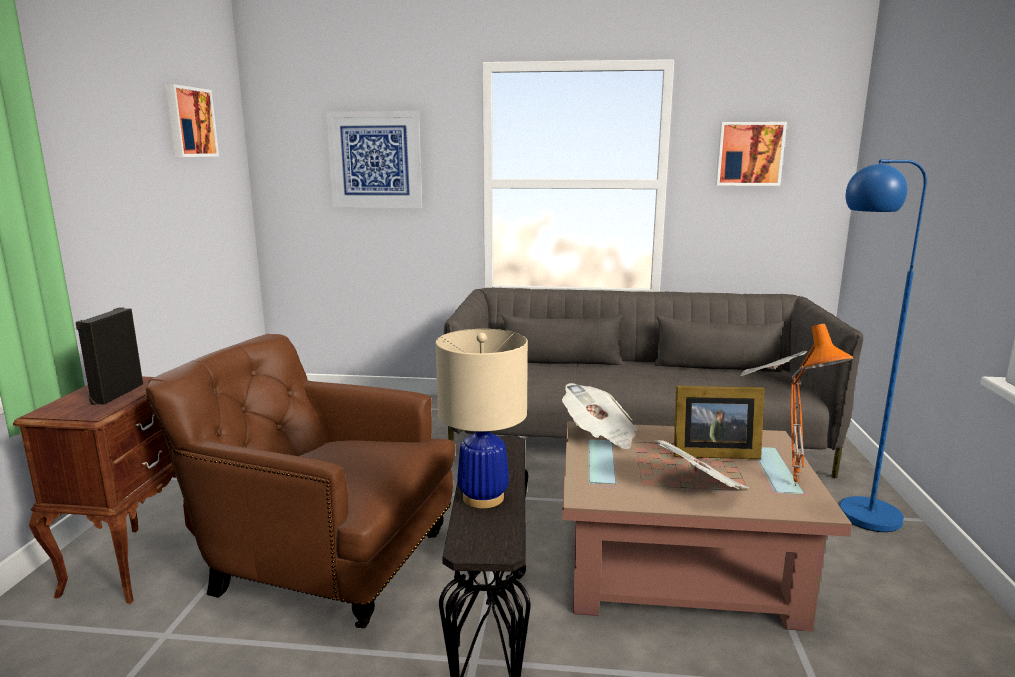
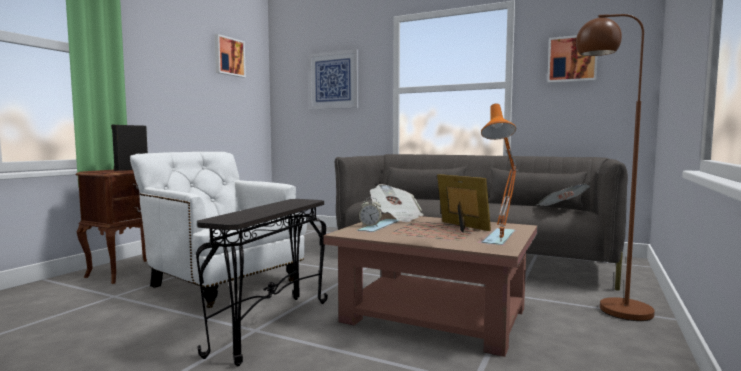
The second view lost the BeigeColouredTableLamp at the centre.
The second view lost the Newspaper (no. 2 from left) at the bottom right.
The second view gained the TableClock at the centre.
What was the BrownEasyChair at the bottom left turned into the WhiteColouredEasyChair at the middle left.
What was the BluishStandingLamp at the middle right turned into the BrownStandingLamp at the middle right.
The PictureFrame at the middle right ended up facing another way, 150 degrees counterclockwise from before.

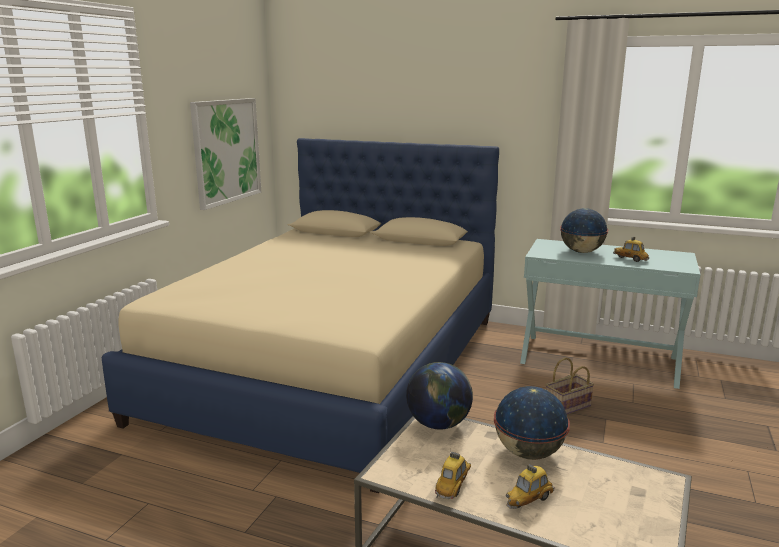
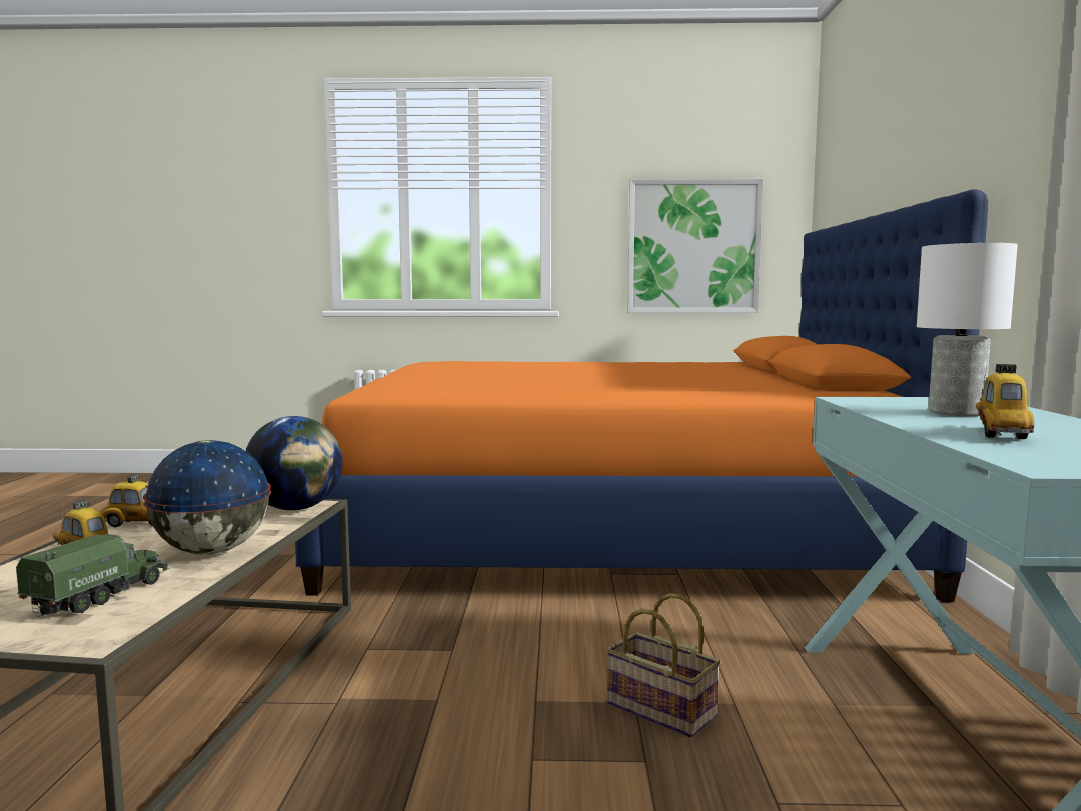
The second view gained the ModelTruck at the bottom left.
Where the DeskGlobe (no. 3 from left) stood at the middle right, the WhiteColouredTableLamp came to stand at the middle right.
What was the BeigeColouredBedroomBed at the centre turned into the OrangeyBedroomBed at the centre.

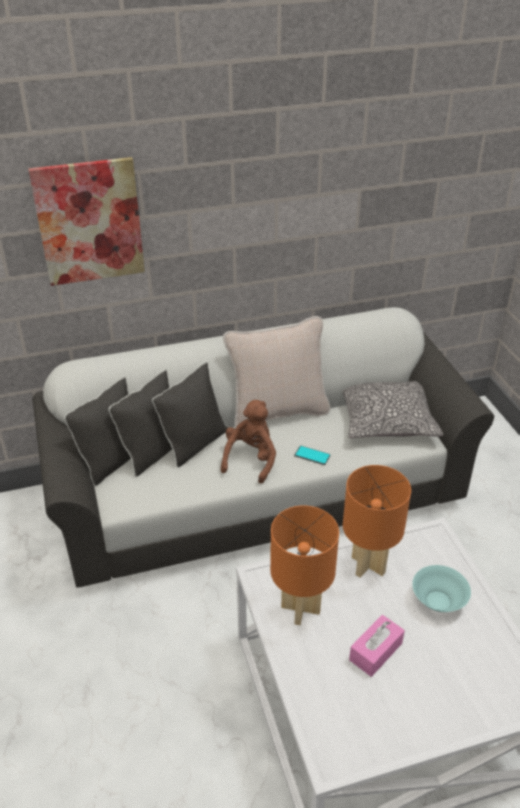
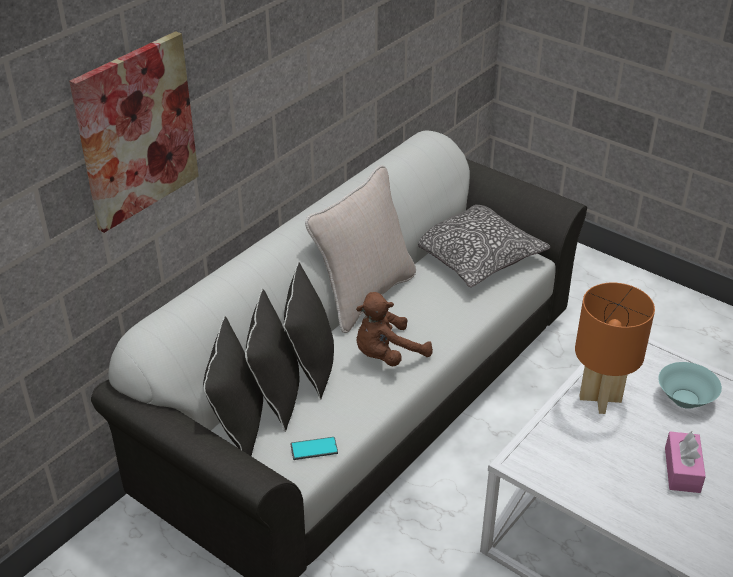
The second view lost the OrangeyTableLamp (no. 1 from left) at the bottom centre.
The Handset ended up elsewhere, having gone from the centre to the bottom centre.
The BrownSoftToy at the centre ended up facing another way, 105 degrees counterclockwise from before.

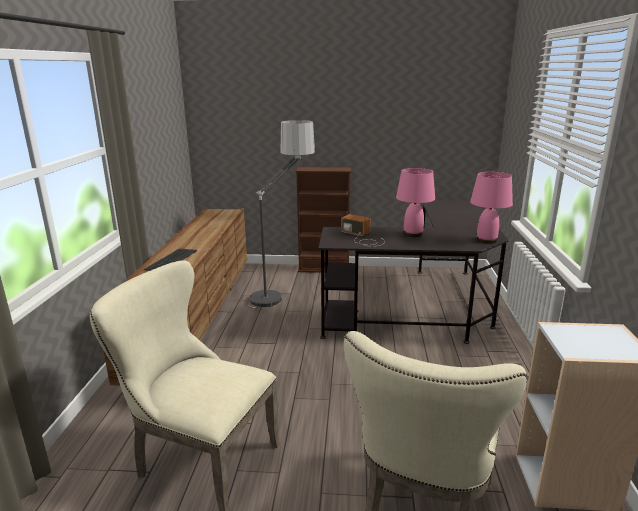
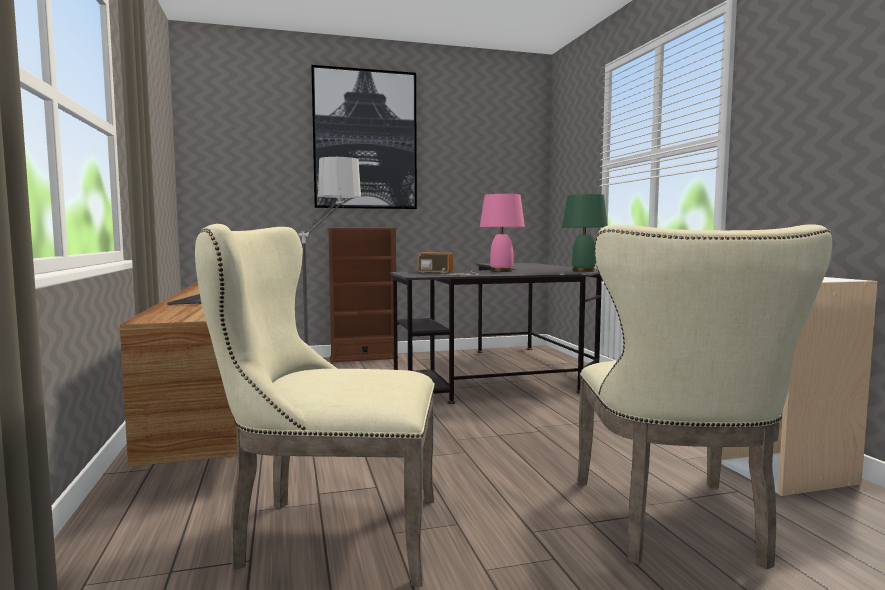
The second view gained the WallPicture at the top centre.
What was the PinkColouredTableLamp (no. 2 from left) at the middle right turned into the GreenTableLamp at the centre.

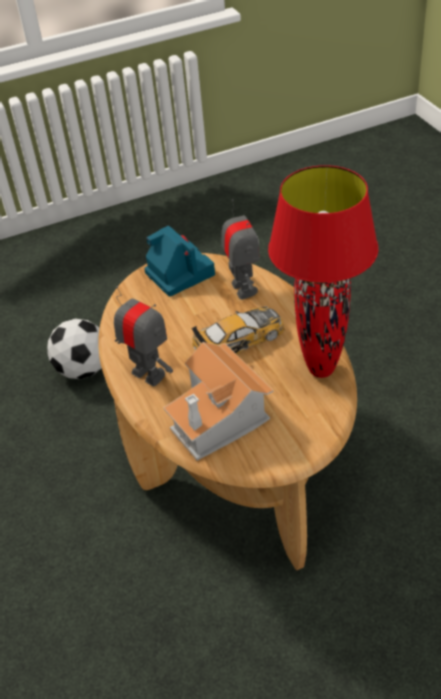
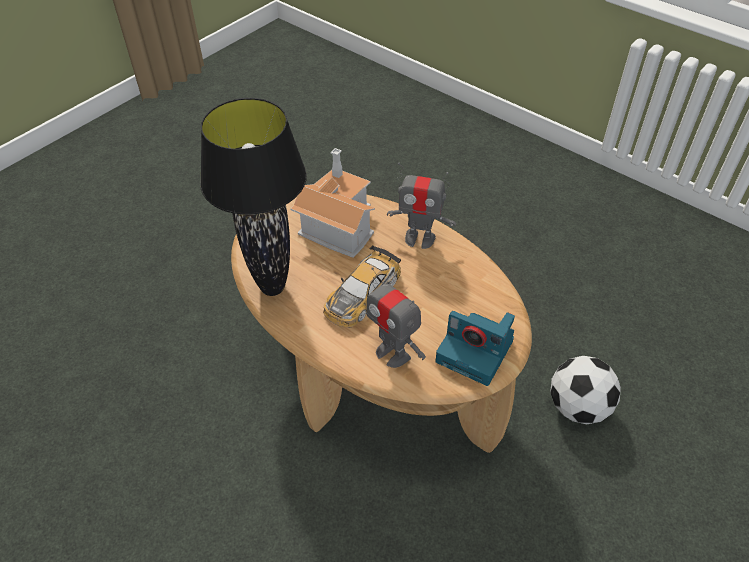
What was the RedColouredTableLamp at the middle right turned into the BlackColouredTableLamp at the centre.

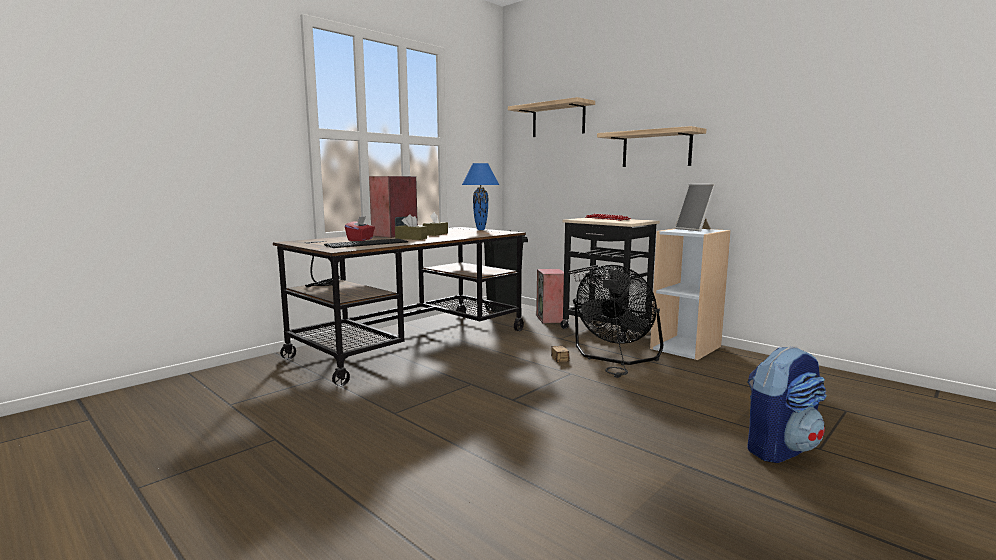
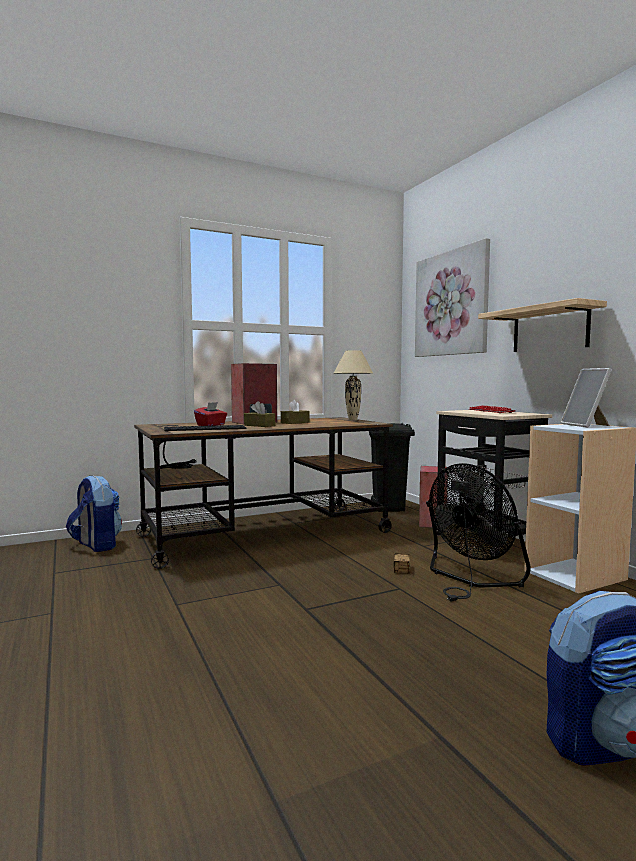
The second view gained the Rucksack (no. 1 from left) at the middle left.
Where the WallShelf (no. 1 from left) hung at the top centre, the WallPicture came to hang at the middle right.
What was the BluishTableLamp at the centre turned into the BeigeColouredTableLamp at the centre.

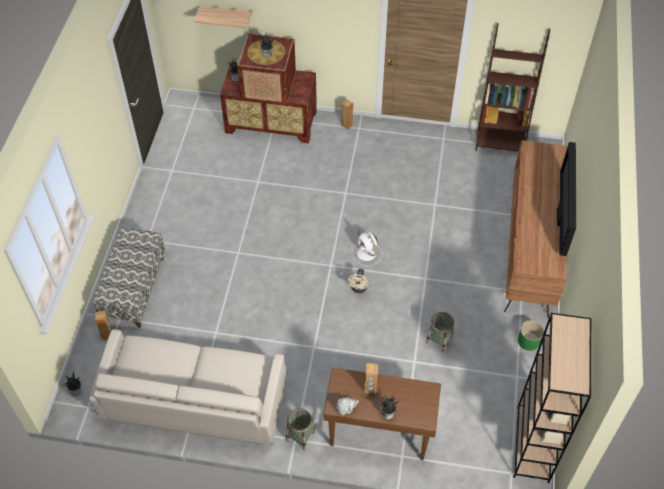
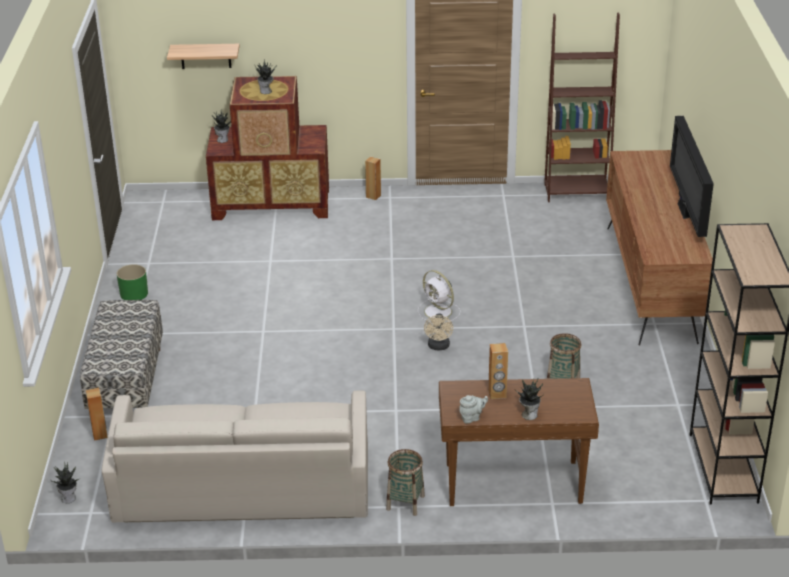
The GreenPlantPot ended up elsewhere, having gone from the bottom right to the middle left.

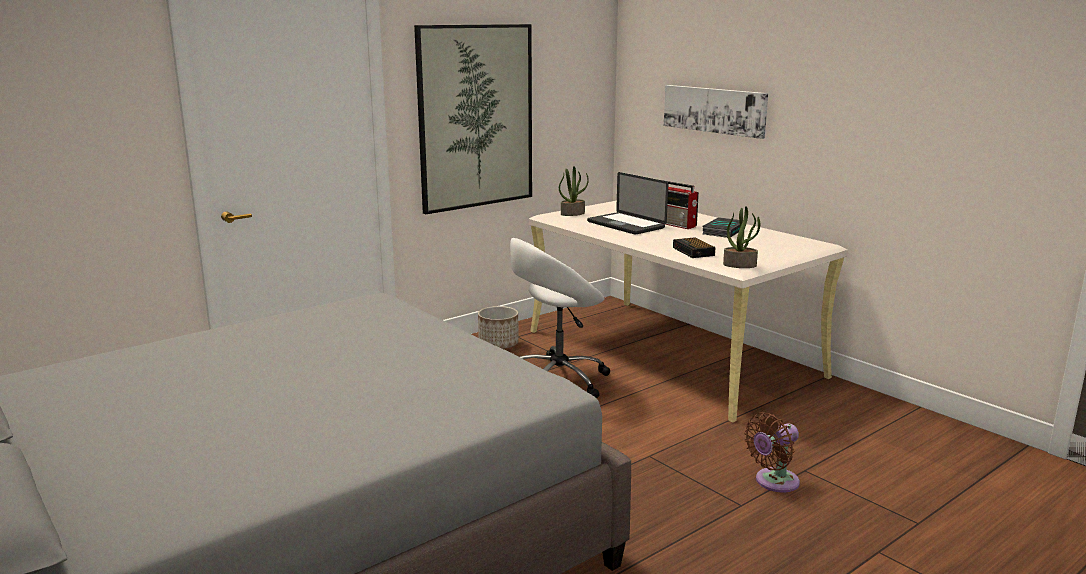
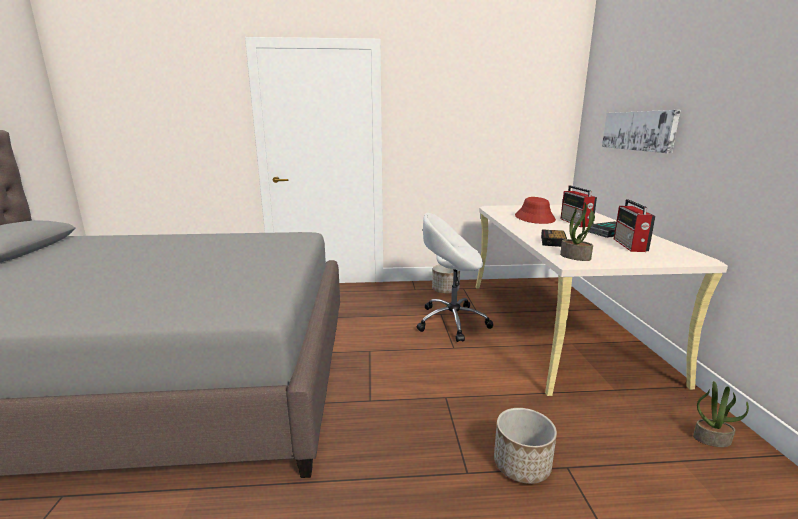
The second view lost the WallPicture (no. 1 from left) at the top centre.
The second view gained the RadioSet (no. 2 from left) at the middle right.
The PottedPlant (no. 1 from left in the first image) ended up elsewhere, having gone from the top centre to the bottom right.
Where the NotebookComputer stood at the centre, the RedColouredWearableHat came to stand at the middle right.
Where the BrownCoolingFan stood at the bottom right, the PlantPot (no. 2 from left) came to stand at the bottom centre.

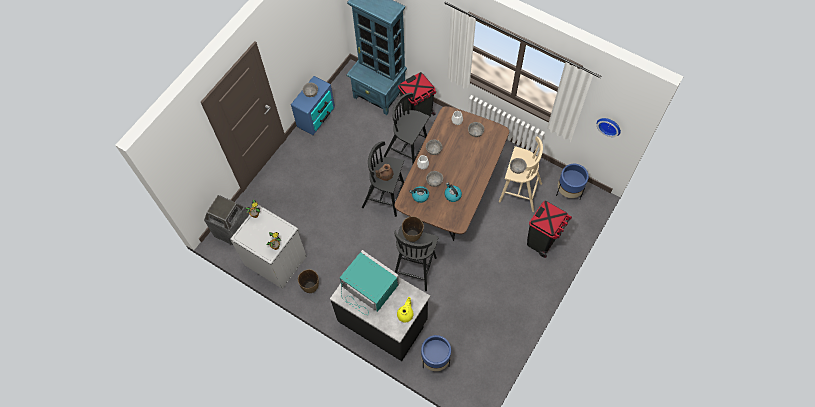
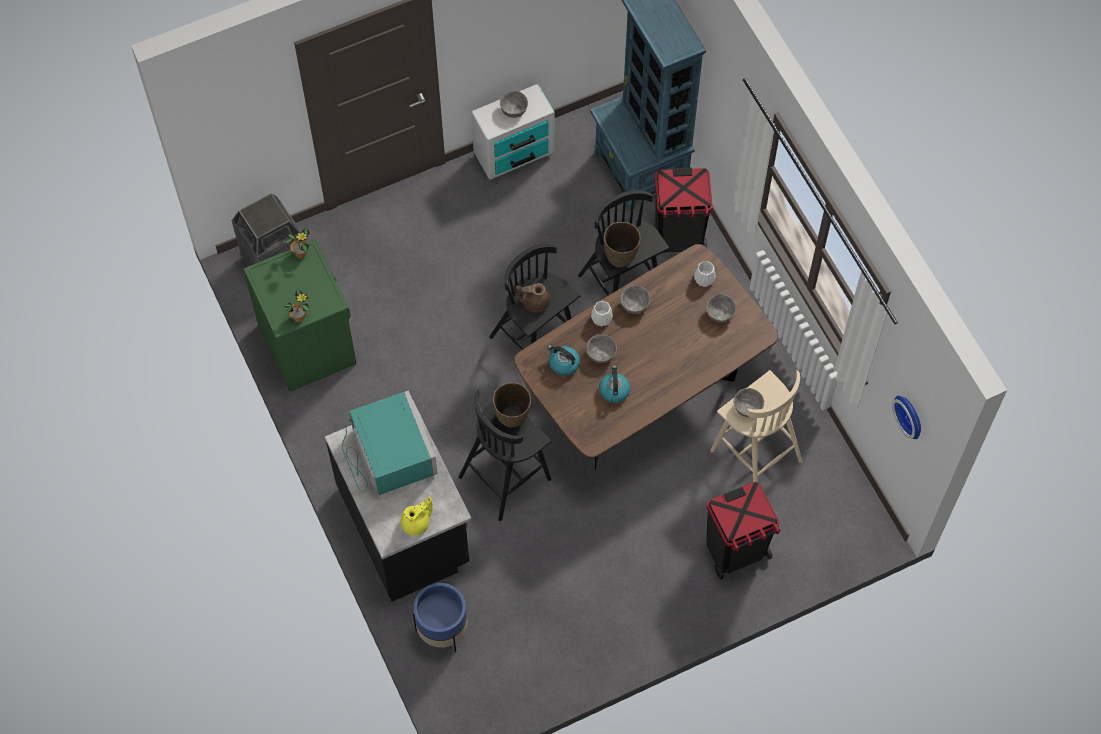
The second view lost the BluishPlantPot (no. 2 from left) at the middle right.
The BrownFlowerVase (no. 1 from left in the first image) ended up elsewhere, having gone from the bottom centre to the centre.
What was the WhiteColouredWashingMachine at the middle left turned into the GreenWashingMachine at the middle left.
What was the BluishBedsideTable at the top centre turned into the WhiteColouredBedsideTable at the top centre.

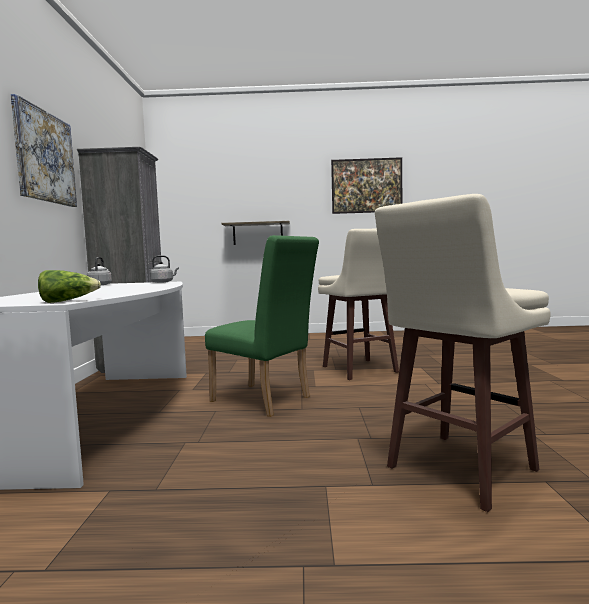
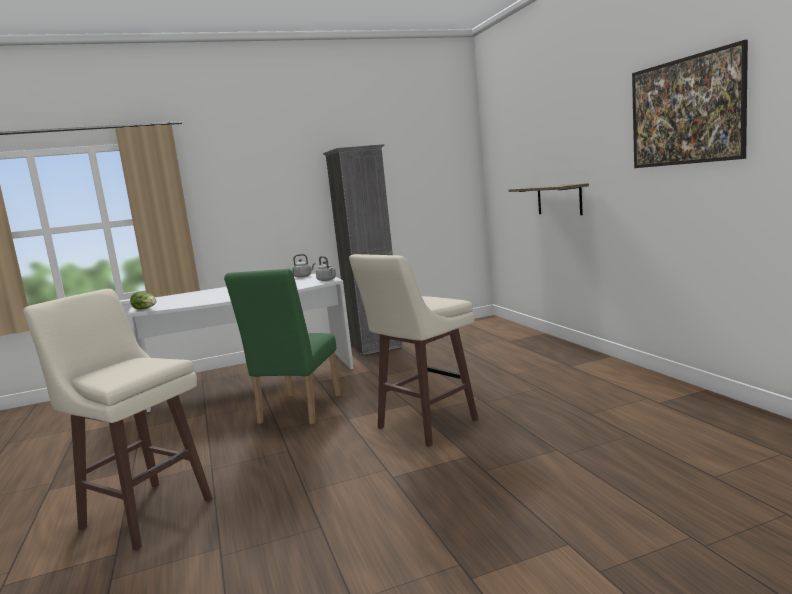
The second view lost the WallPicture (no. 1 from left) at the top left.

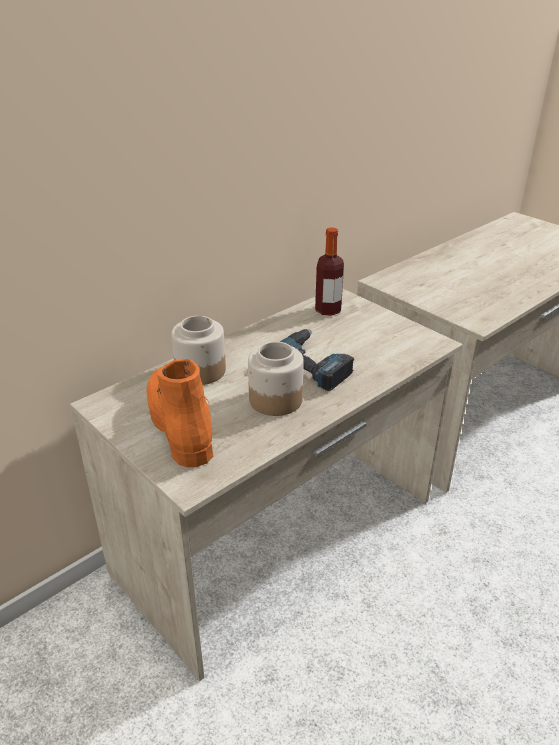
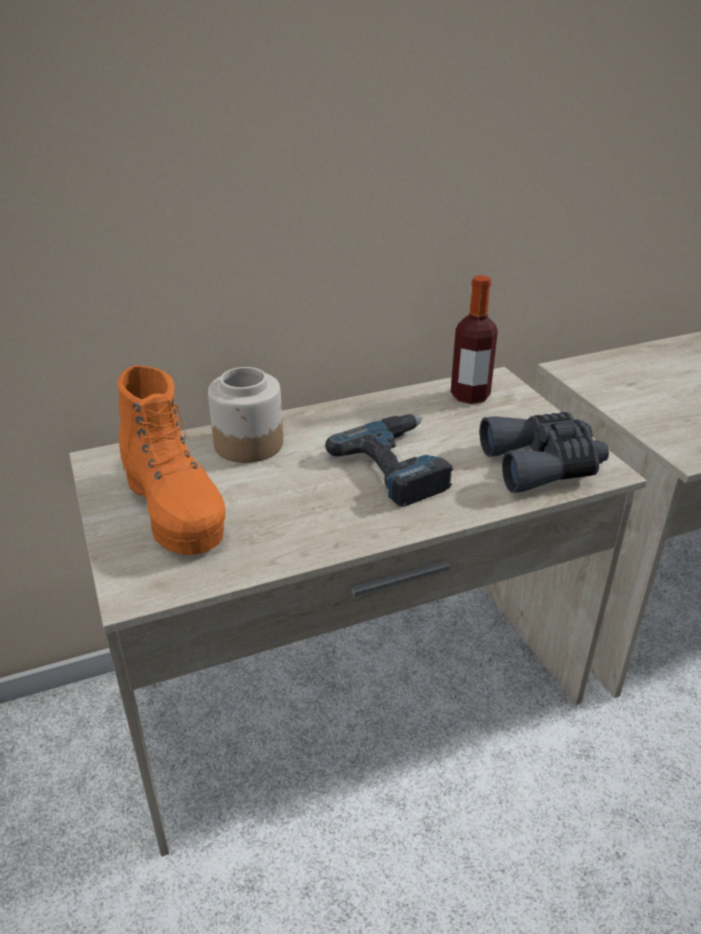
The second view lost the StorageJar (no. 2 from left) at the centre.
The second view gained the GrayFieldGlasses at the middle right.
The OrangeyHighTopBoot at the middle left ended up facing another way, 150 degrees clockwise from before.

